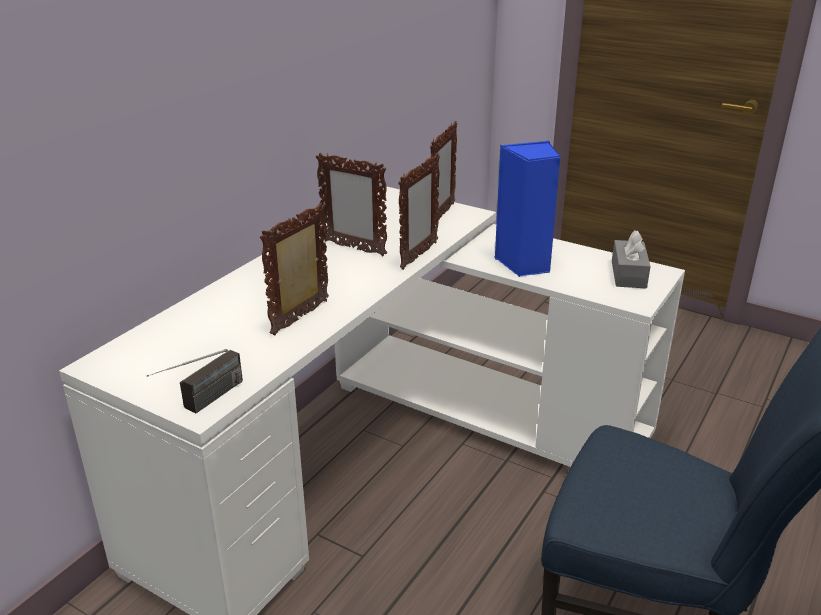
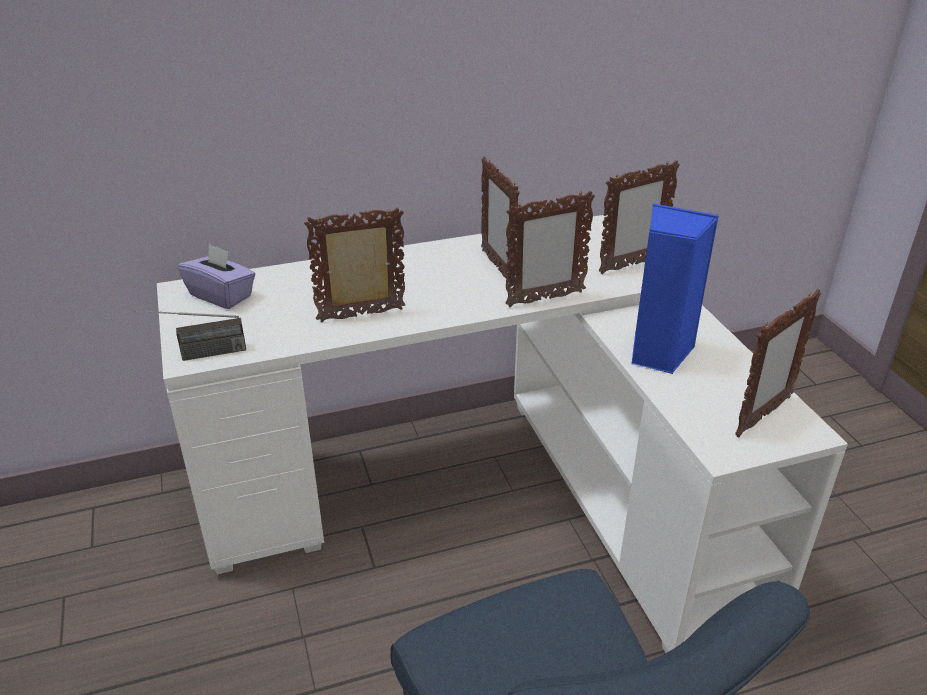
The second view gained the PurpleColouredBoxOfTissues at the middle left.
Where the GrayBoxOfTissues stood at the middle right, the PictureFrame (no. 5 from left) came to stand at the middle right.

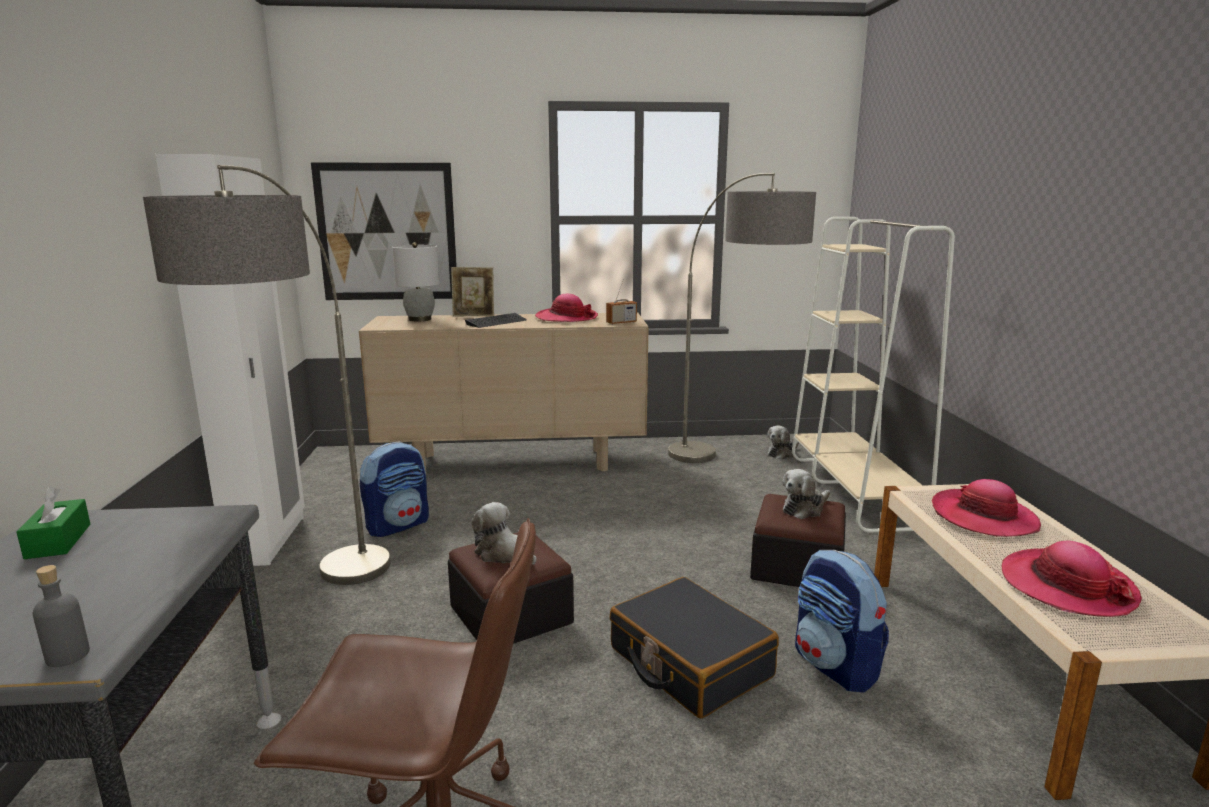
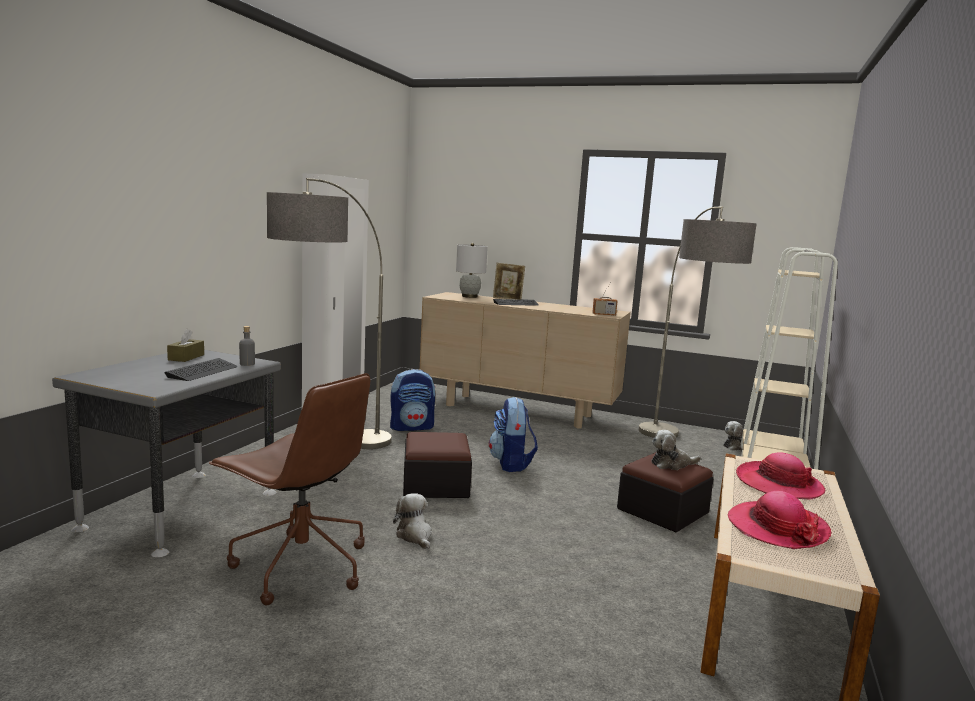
The second view lost the WallPicture at the top left.
The second view lost the WearableHat (no. 1 from left) at the centre.
The second view lost the BlackColouredPieceOfLuggage at the bottom centre.
The second view gained the Keyboard (no. 1 from left) at the middle left.
The GrayBeverageBottle ended up elsewhere, having gone from the bottom left to the middle left.
The SoftToy (no. 1 from left) ended up elsewhere, having gone from the centre to the bottom centre.
The Rucksack (no. 2 from left) ended up elsewhere, having gone from the bottom right to the centre.
What was the GreenBoxOfTissues at the middle left turned into the BrownBoxOfTissues at the middle left.

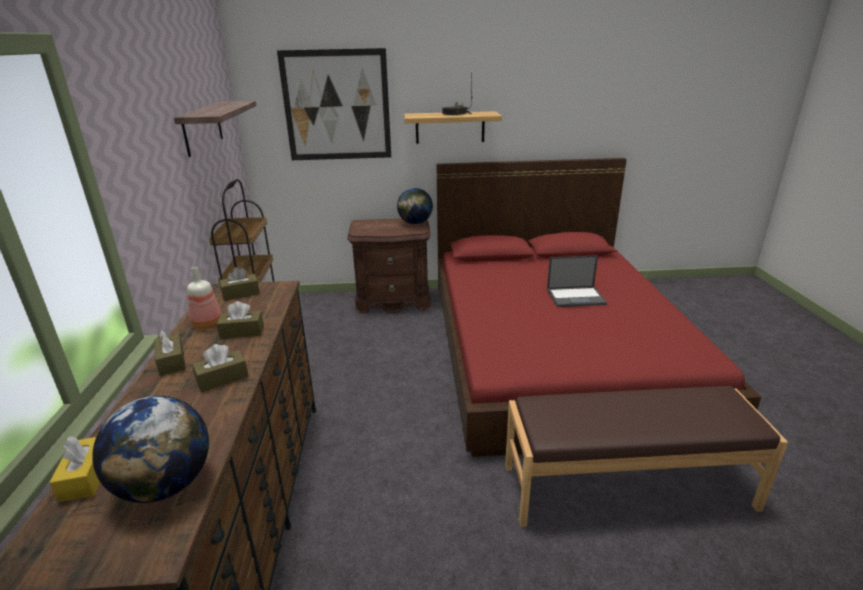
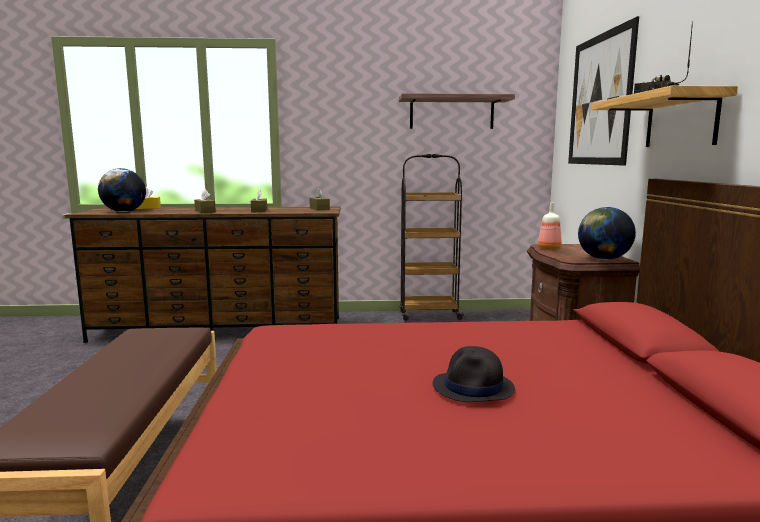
The second view lost the BrownBoxOfTissues (no. 1 from left) at the middle left.
The BeverageBottle ended up elsewhere, having gone from the middle left to the middle right.
Where the NotebookComputer stood at the middle right, the BlackColouredWearableHat came to stand at the bottom centre.

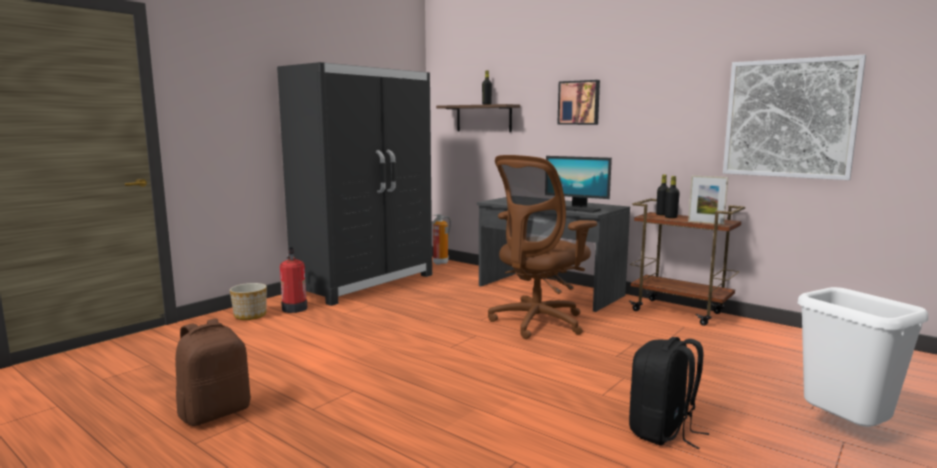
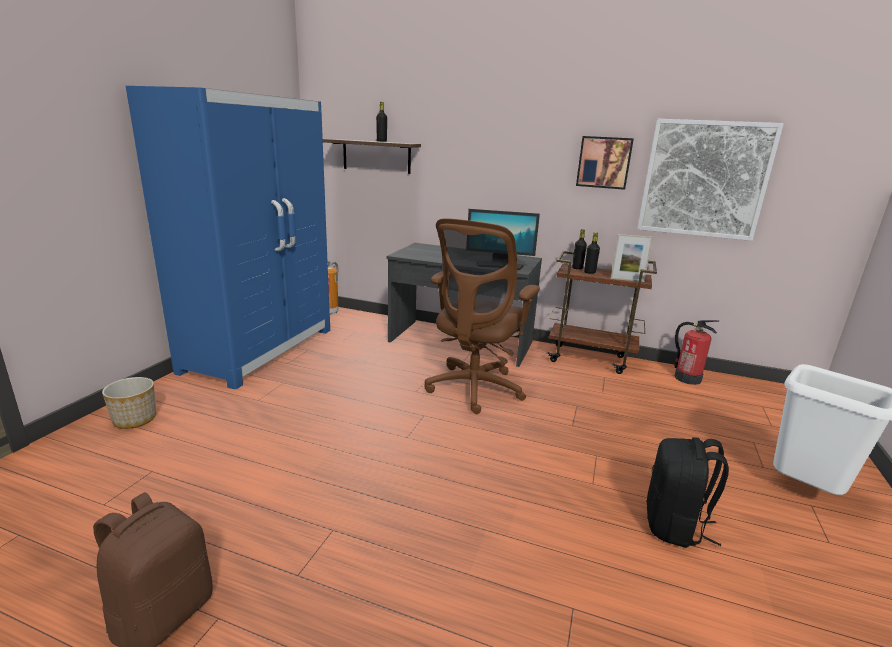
The Extinguisher (no. 1 from left in the first image) ended up elsewhere, having gone from the middle left to the middle right.
The WallPicture (no. 1 from left) ended up elsewhere, having gone from the top centre to the top right.
What was the BlackColouredCabinet at the centre turned into the BluishCabinet at the middle left.

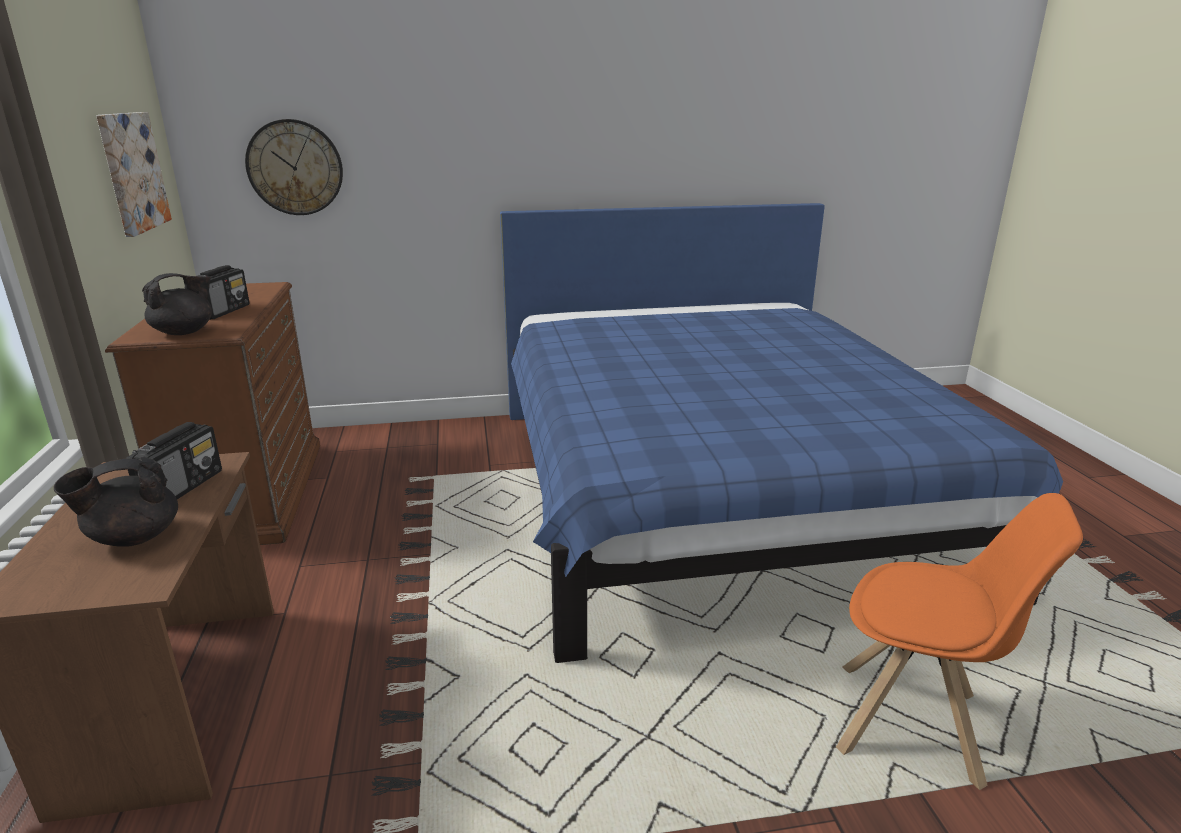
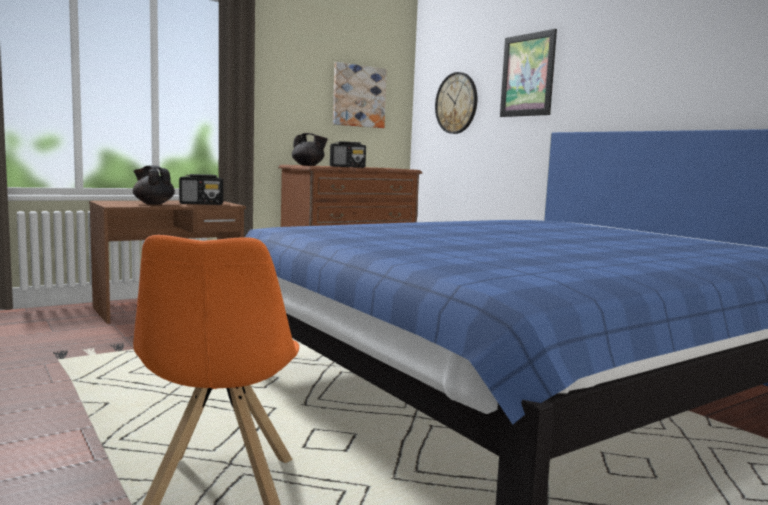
The second view gained the WallPicture (no. 2 from left) at the top right.

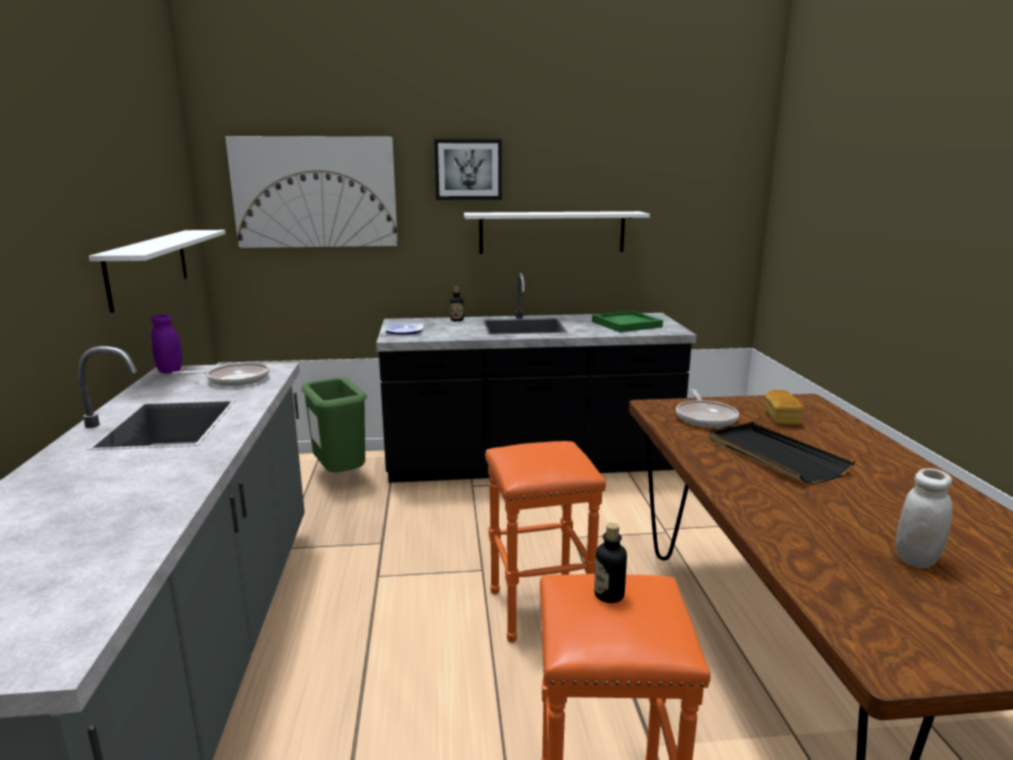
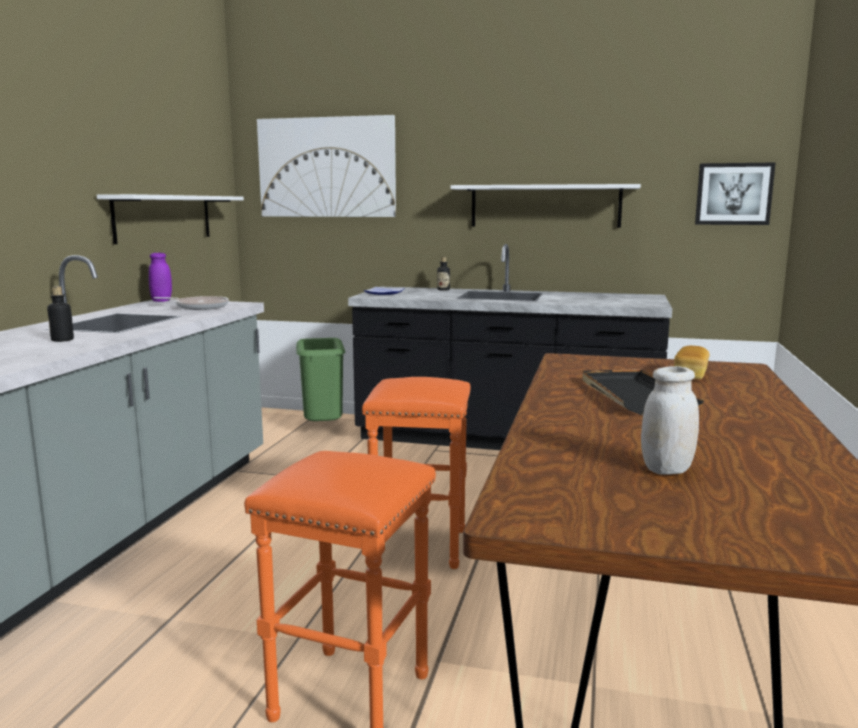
The second view lost the GreenServingTray at the centre.
The second view lost the Pan (no. 2 from left) at the middle right.
The WallPicture (no. 2 from left) ended up elsewhere, having gone from the top centre to the top right.
The BeverageBottle (no. 2 from left in the first image) ended up elsewhere, having gone from the bottom centre to the middle left.

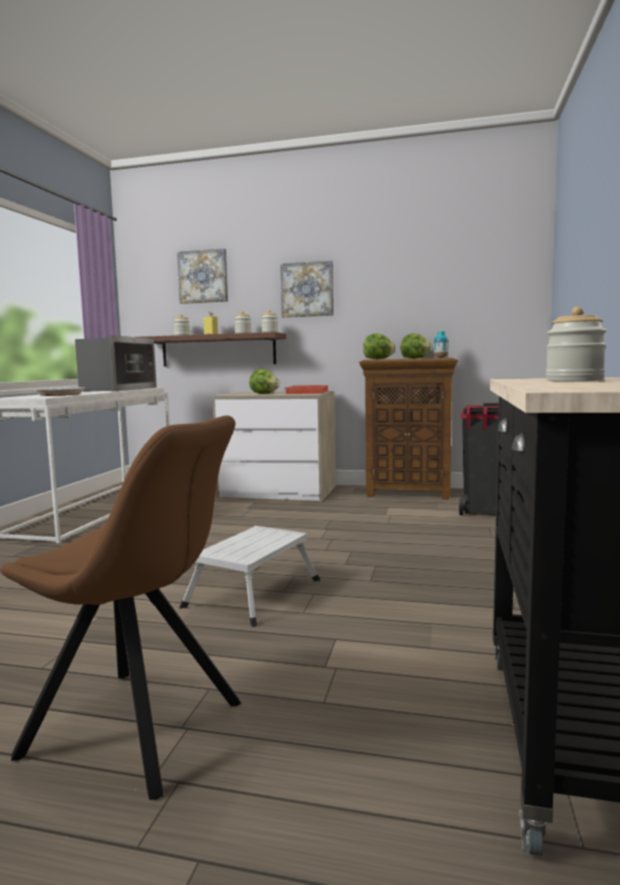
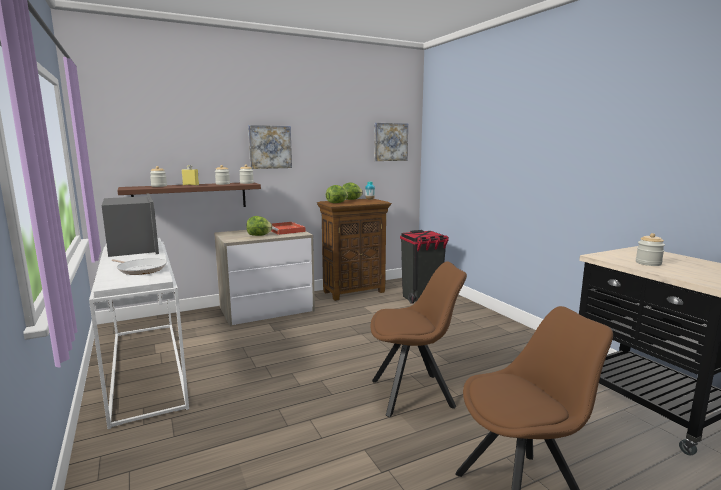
The WallPicture (no. 1 from left in the first image) ended up elsewhere, having gone from the top left to the top centre.
Where the WhiteColouredStepladder stood at the centre, the BrownChair (no. 1 from left) came to stand at the bottom centre.

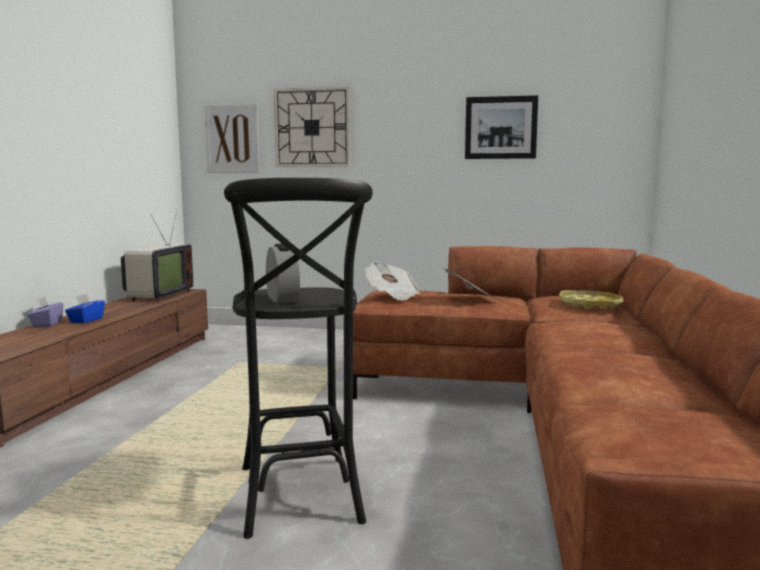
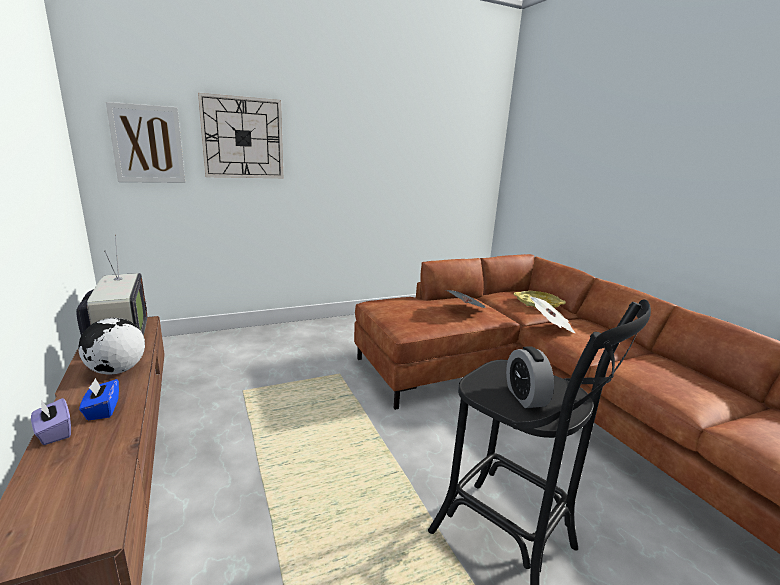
The second view lost the WallPicture (no. 2 from left) at the top centre.
The second view gained the DeskGlobe at the middle left.
The Newspaper (no. 1 from left in the first image) ended up elsewhere, having gone from the centre to the middle right.
The TableClock at the centre ended up facing another way, 135 degrees counterclockwise from before.

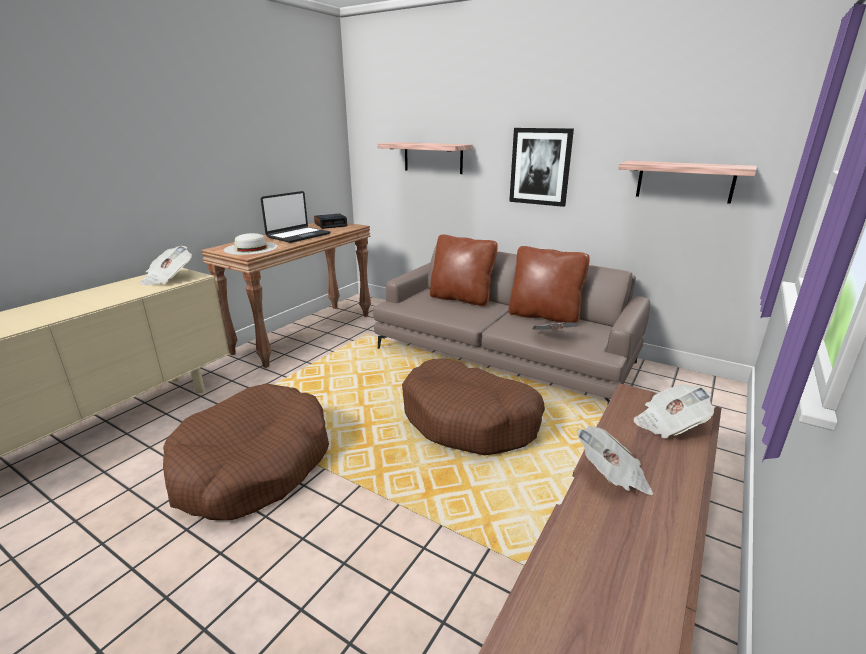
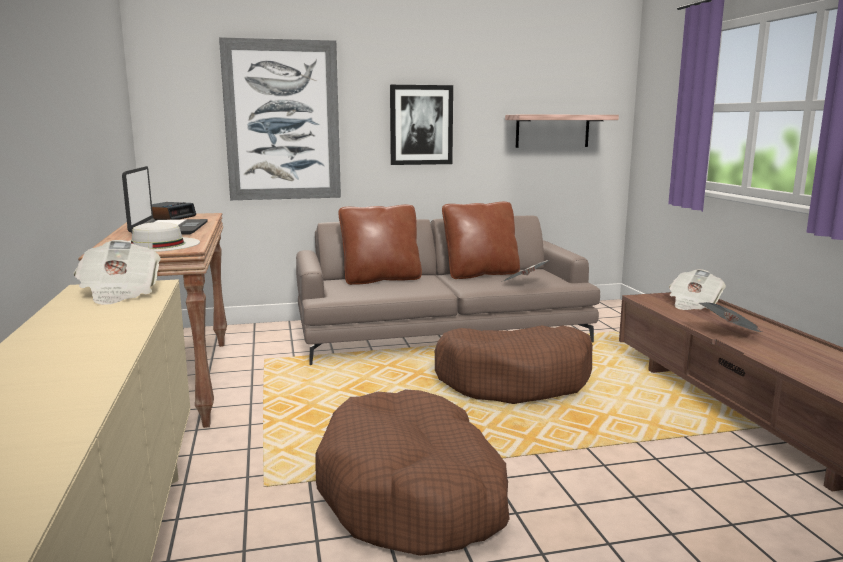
Where the WallShelf (no. 1 from left) hung at the top centre, the WallPicture (no. 1 from left) came to hang at the top left.

